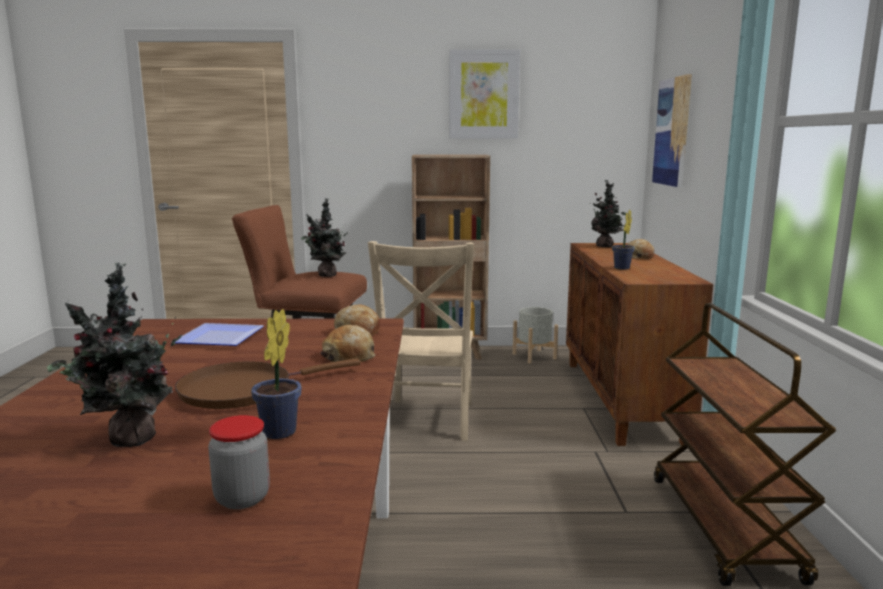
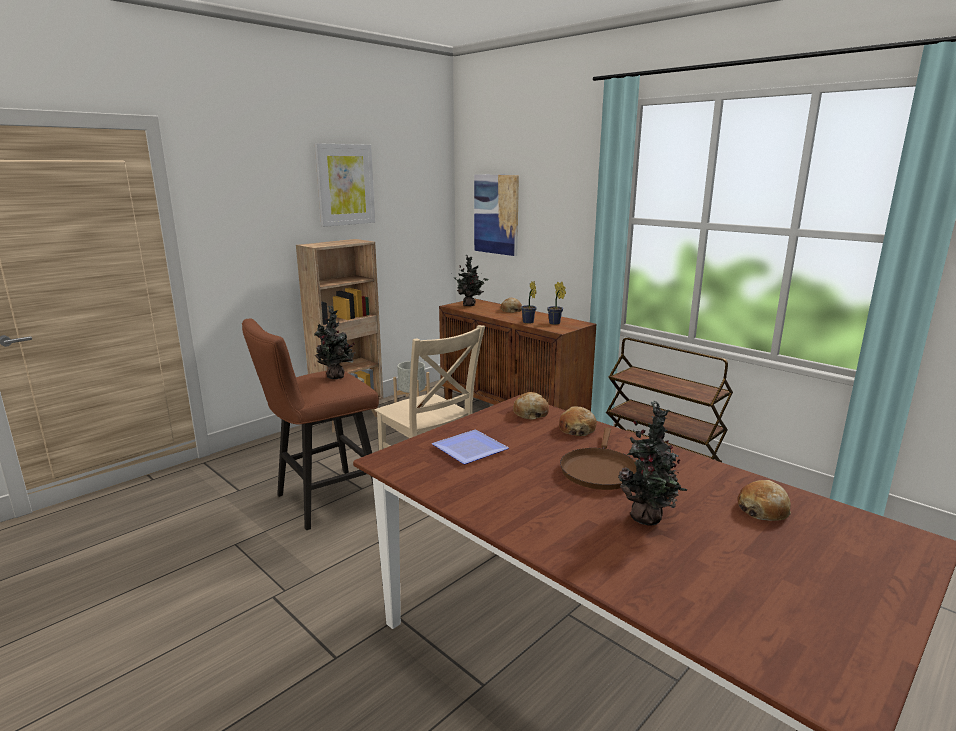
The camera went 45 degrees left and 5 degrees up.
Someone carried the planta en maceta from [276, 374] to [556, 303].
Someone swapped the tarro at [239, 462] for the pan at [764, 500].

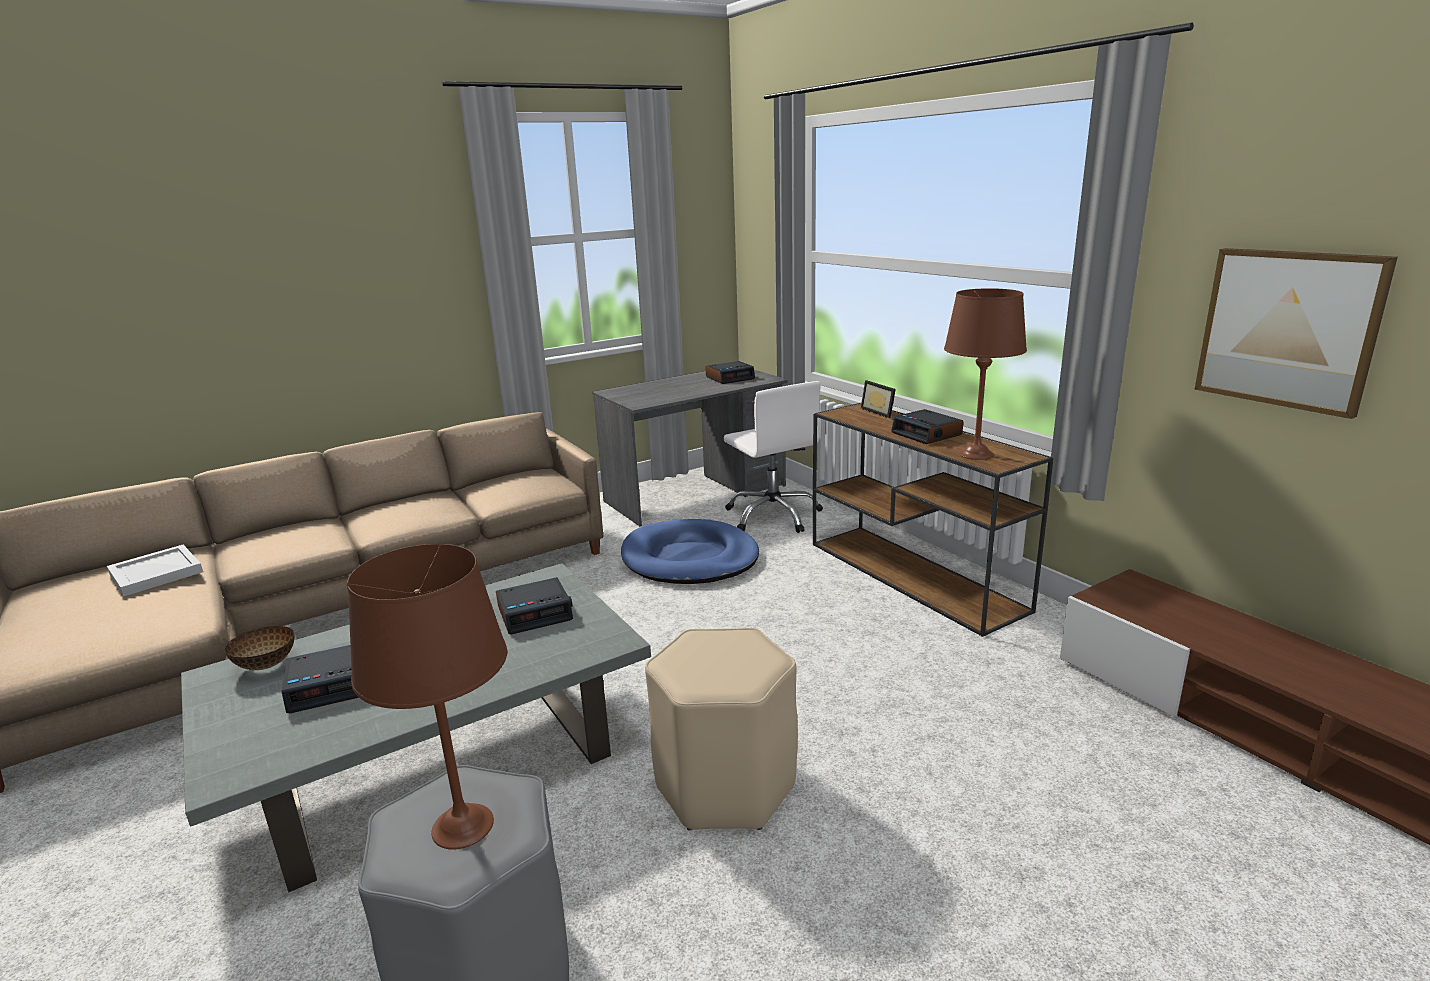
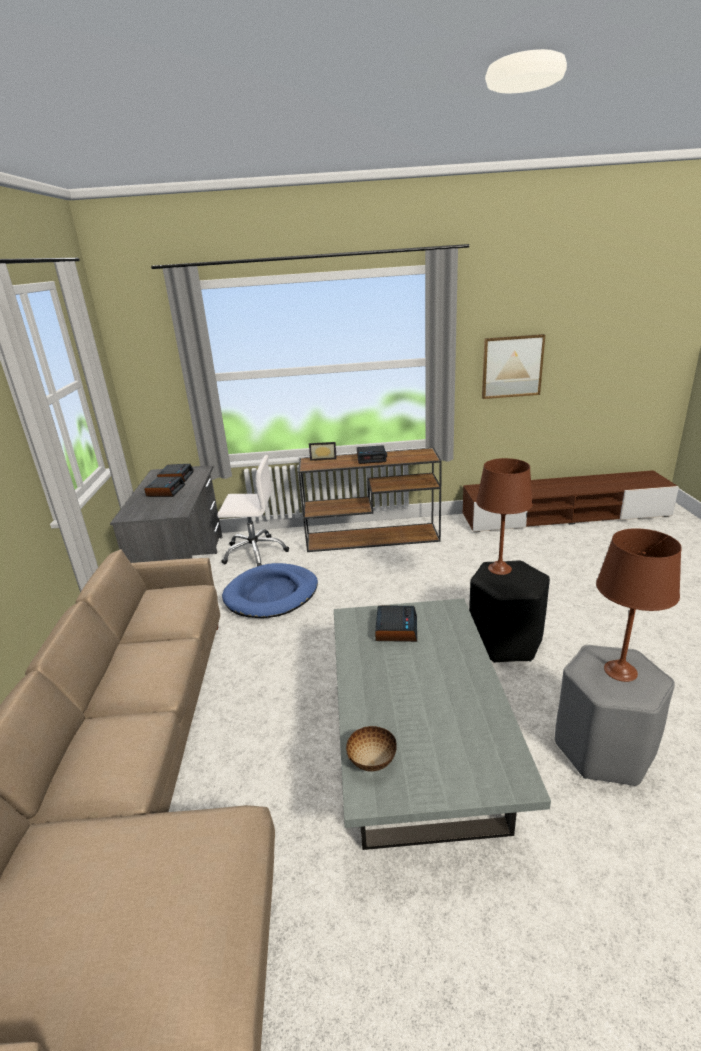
The camera went 60 degrees left and 5 degrees up.
Someone carried the despertador from [320, 679] to [164, 487].
Someone repainted the taburete (beis) at [721, 729], which became the taburete (negro) at [509, 611].
Someone carried the lámpara de mesa (marrón) from [985, 374] to [504, 516].
Someone took away the bandeja (blanco) at [155, 570].

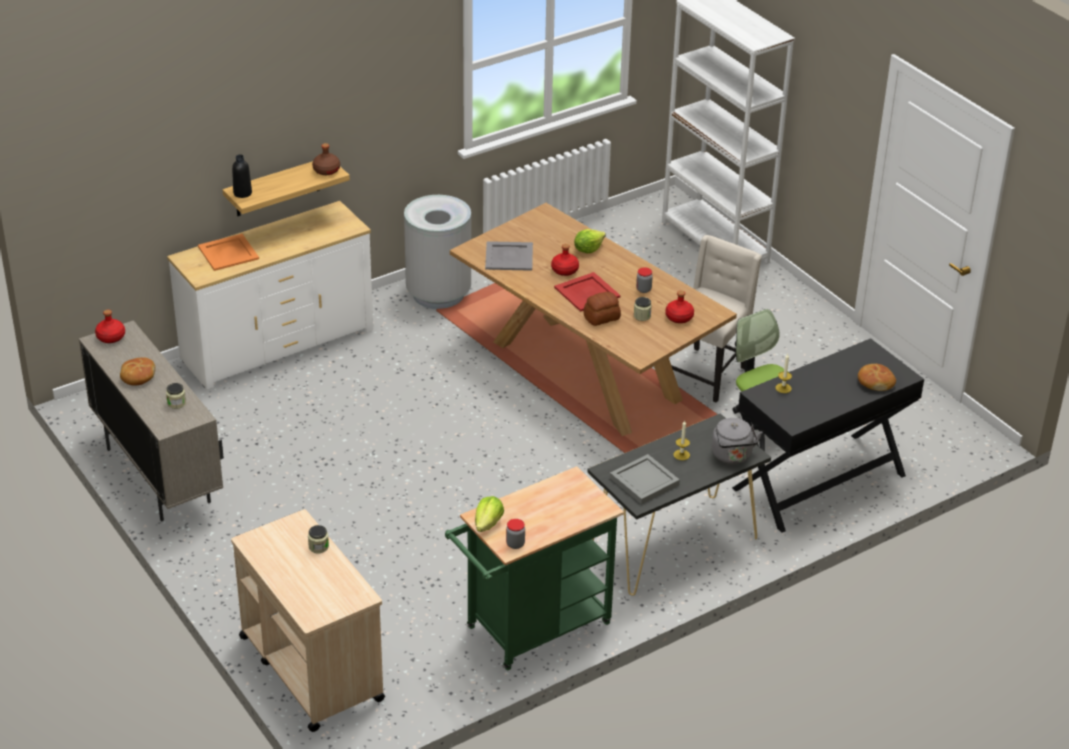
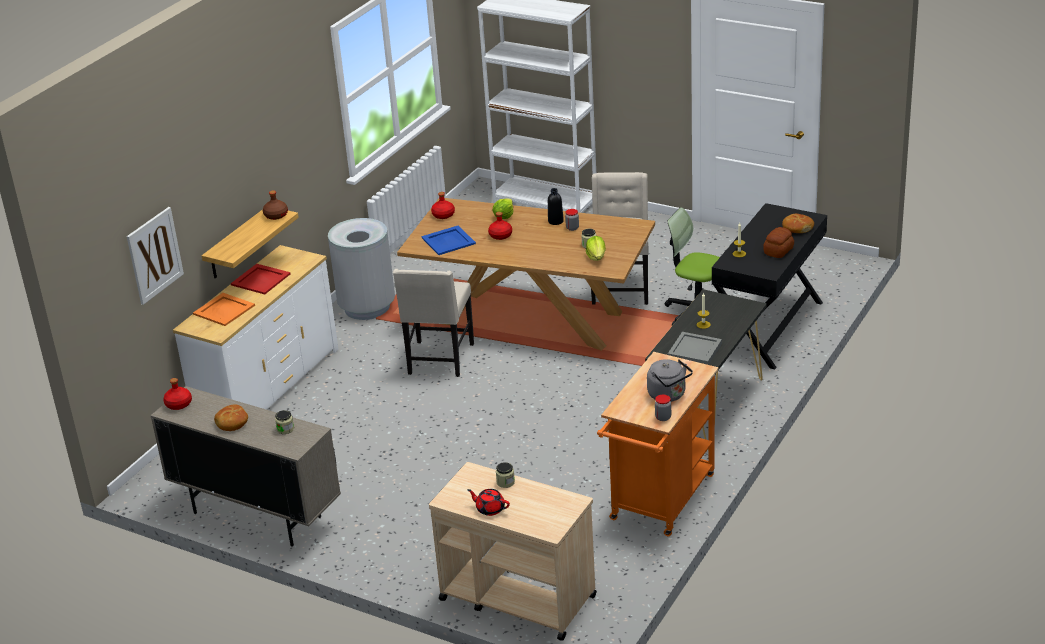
The camera went 25 degrees left and 5 degrees down.
Someone put up the cuadro at [155, 256].
Someone carried the bandeja (rojo) from [587, 292] to [261, 279].
Someone put down the silla (beis) at [433, 323].
Someone repainted the bandeja (gris) at [509, 256], which became the bandeja (azul) at [449, 240].
Someone carried the botella (rojo) from [679, 307] to [443, 205].
Someone put down the tetera (rojo) at [488, 502].
Someone carried the botella (negro) from [242, 176] to [556, 206].
Someone carried the lechuga from [489, 514] to [596, 248].
Someone repainted the carrito (verde) at [534, 568], which became the carrito (naranja) at [658, 444].
Someone carried the hervidor (gris) from [737, 441] to [670, 380].
Someone carried the pan from [602, 309] to [778, 242].

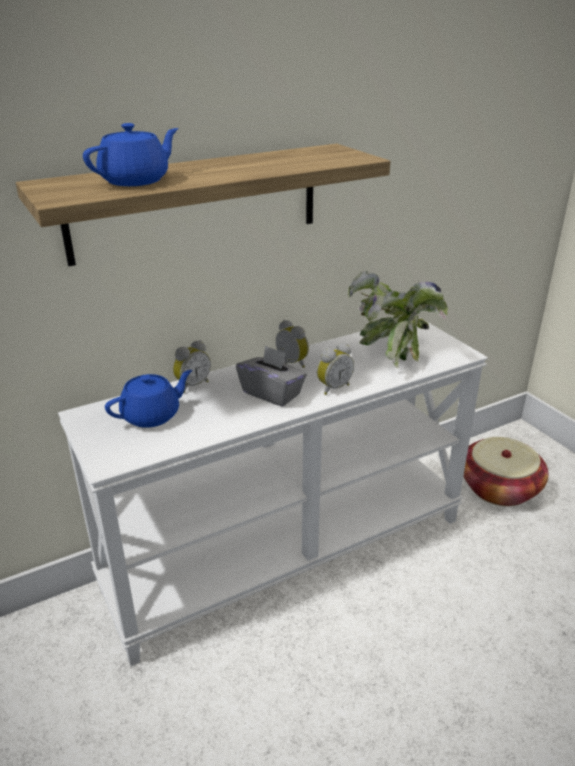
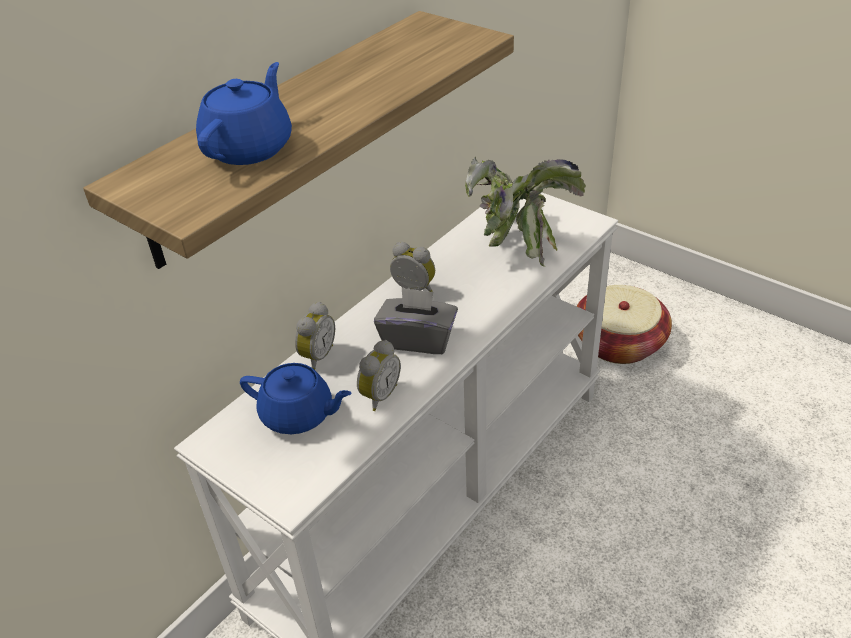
The camera went 20 degrees left and 10 degrees up.
Someone rotated the tetera (azul) at [148, 399] by 75 degrees clockwise.
Someone carried the despertador from [335, 369] to [379, 375].

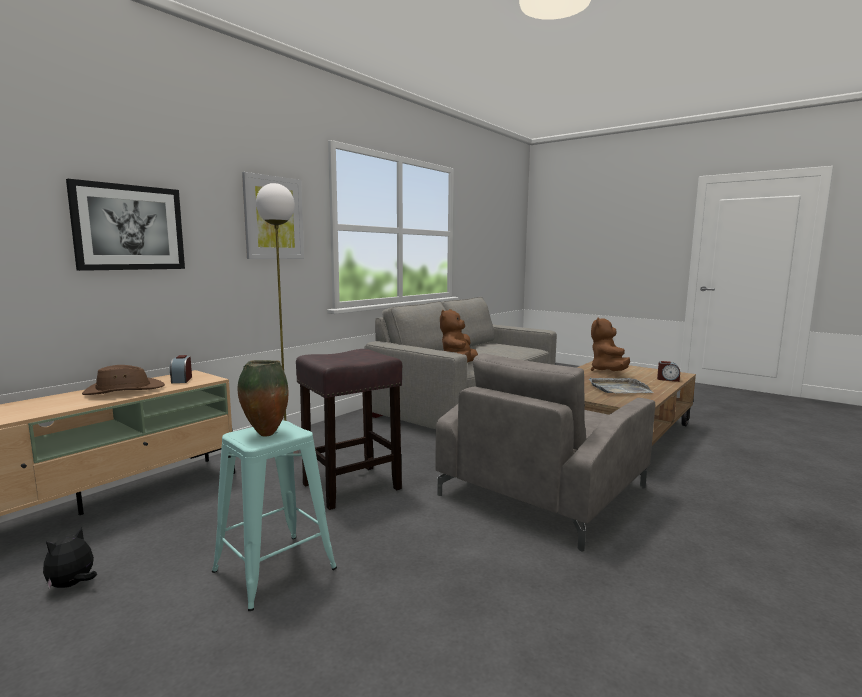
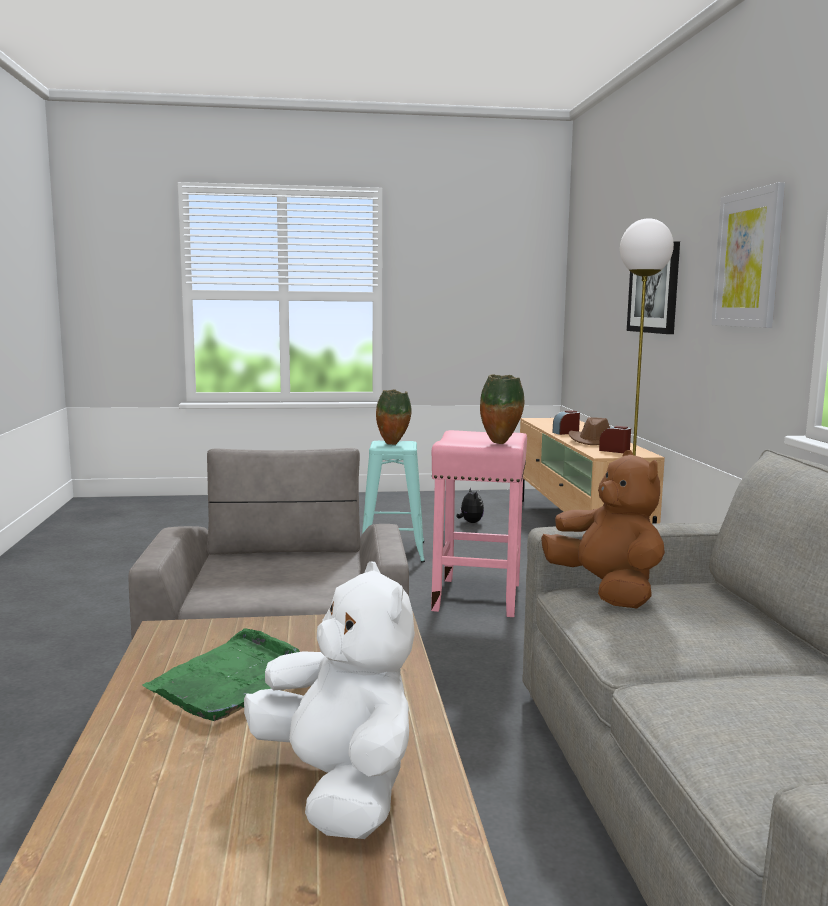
The camera went 135 degrees right and 0 degrees up.
Someone repainted the bandeja (gris) at [621, 385], which became the bandeja (verde) at [221, 674].
Someone repainted the peluche (marrón) at [610, 344], which became the peluche (blanco) at [329, 700].
Someone repainted the taburete (marrón) at [349, 429], which became the taburete (rosa) at [479, 523].
Someone put down the florero at [502, 409].
Someone carried the despertador from [668, 371] to [566, 422].

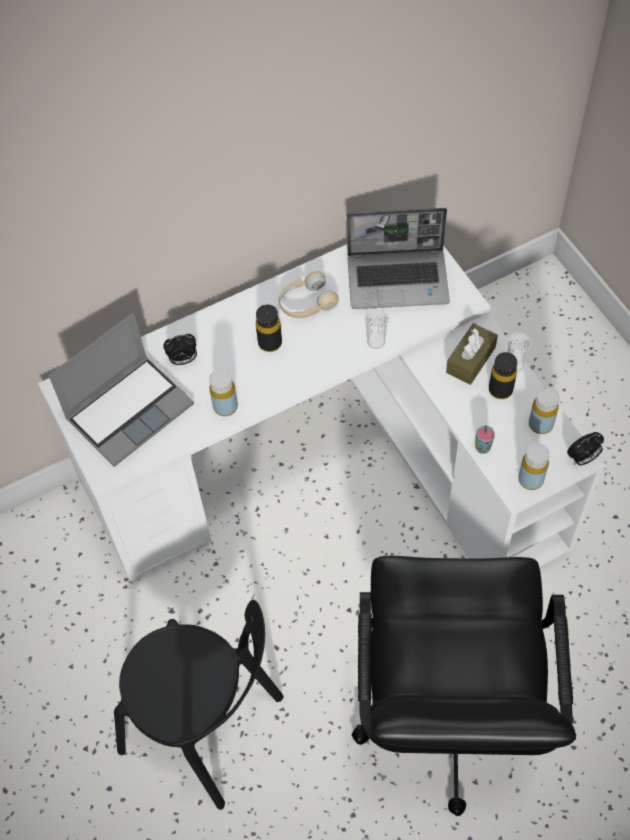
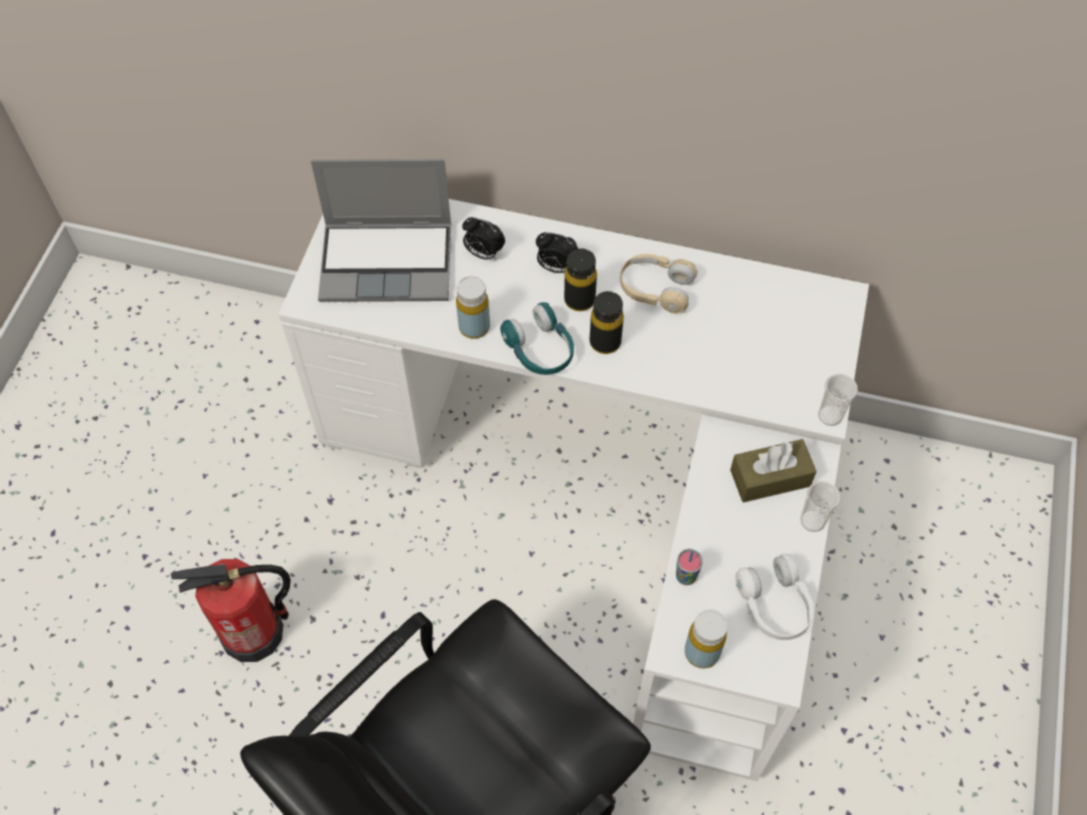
The camera went 40 degrees right and 0 degrees up.
Someone swapped the silla (negro) at [199, 705] for the extintor at [231, 610].
Someone put down the auriculares (turquesa) at [537, 338].
Someone carried the despertador from [585, 449] to [557, 252].
Someone carried the botella (negro) from [503, 375] to [607, 322].
Someone swapped the botella (amarillo) at [544, 410] for the auriculares (blanco) at [774, 597].
Someone carried the taza from [377, 329] to [838, 400].
Someone took away the portátil at [398, 258].

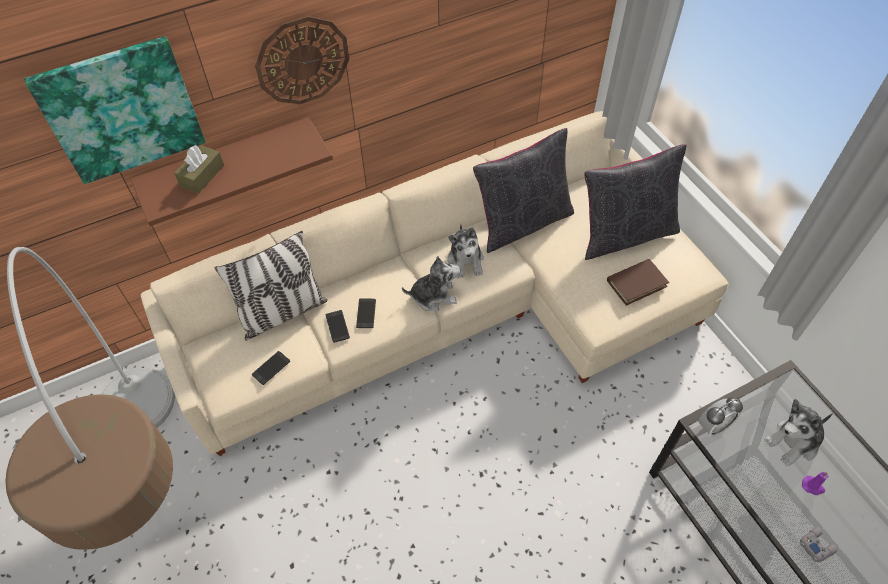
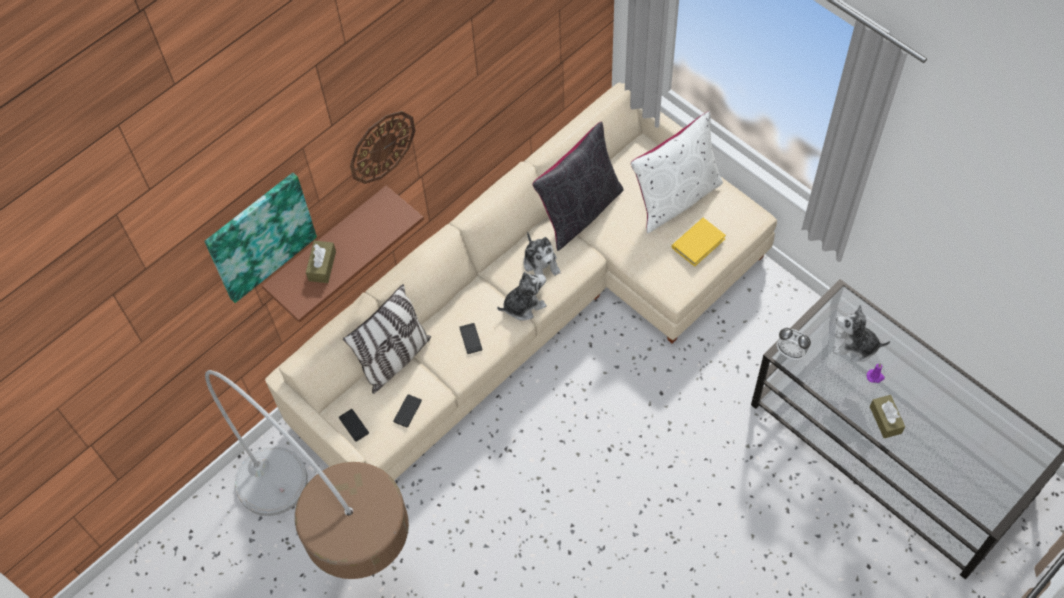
The camera went 15 degrees left and 5 degrees up.
Someone carried the móvil from [337, 326] to [354, 425].
Someone repainted the cojín (negro) at [635, 202], which became the cojín (blanco) at [677, 172].
Someone repainted the libro (marrón) at [638, 282], which became the libro (amarillo) at [699, 242].
Someone rotated the despertador at [720, 417] by 75 degrees clockwise.
Someone rotated the peluche at [799, 432] by 60 degrees clockwise.
Someone swapped the mando de consola (gris) at [819, 544] for the caja de pañuelos (marrón) at [887, 416].

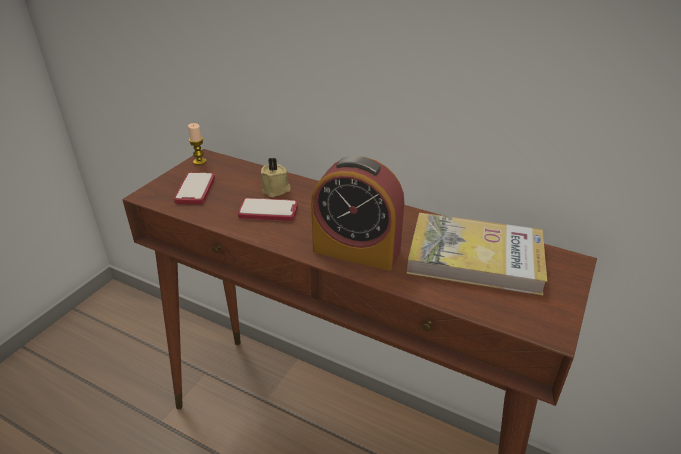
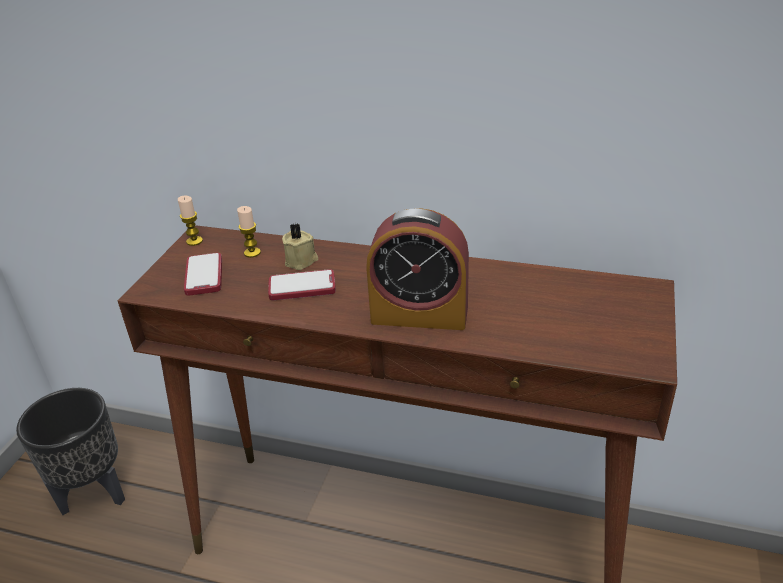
The camera went 10 degrees left and 0 degrees up.
Someone put down the maceta (negro) at [70, 451].
Someone put down the vela at [249, 232].
Someone took away the libro at [477, 254].

